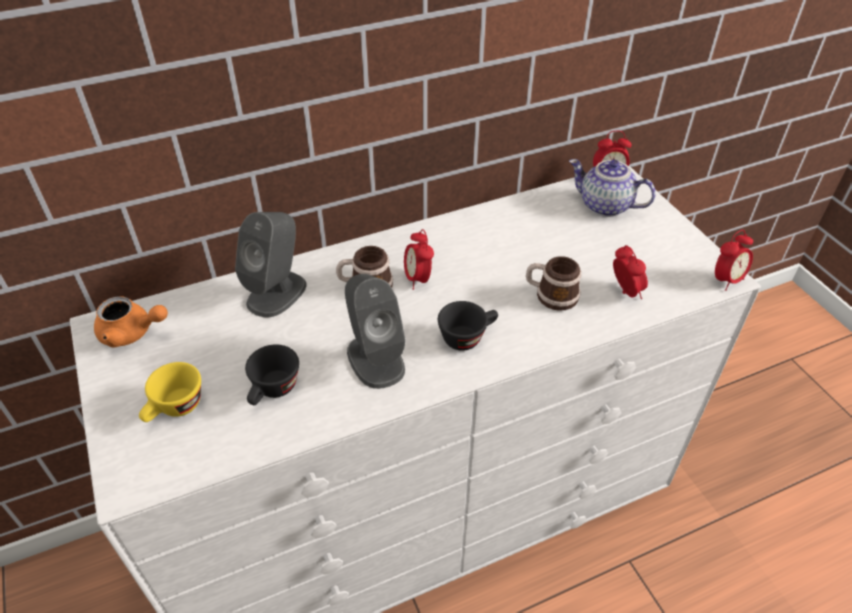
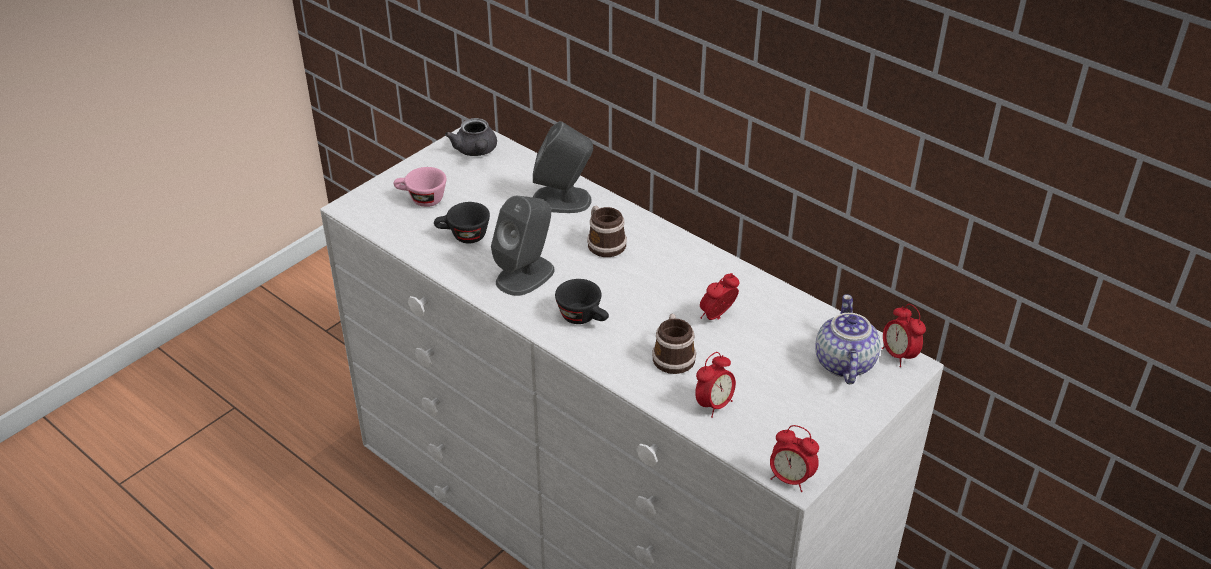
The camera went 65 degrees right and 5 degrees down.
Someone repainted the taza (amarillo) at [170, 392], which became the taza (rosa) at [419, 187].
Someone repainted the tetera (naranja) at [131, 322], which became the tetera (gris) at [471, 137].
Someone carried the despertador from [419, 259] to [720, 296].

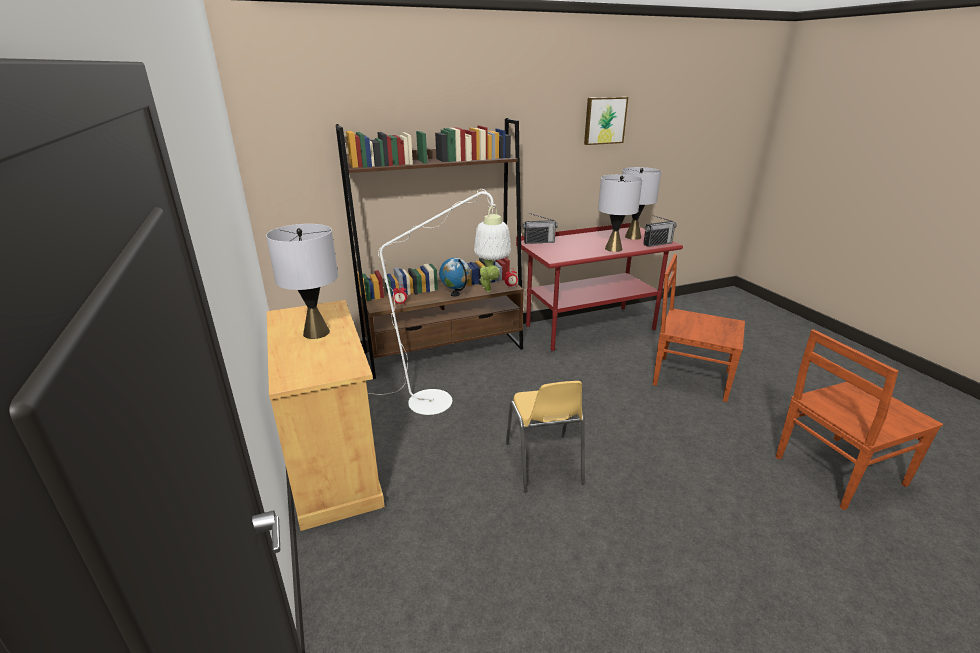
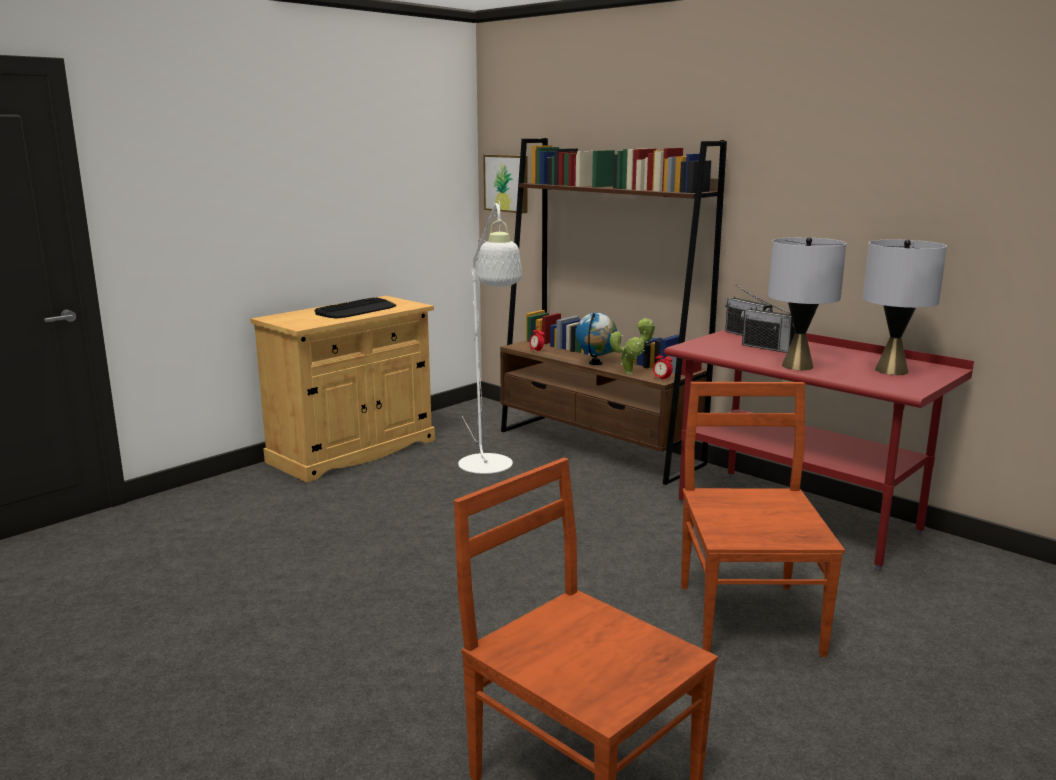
The camera went 65 degrees right and 10 degrees down.
Someone swapped the lámpara de mesa (gris) at [302, 281] for the teclado at [355, 308].
Someone carried the cuadro from [606, 121] to [505, 184].
Someone carried the radio from [660, 231] to [768, 324].
Someone took away the silla (amarillo) at [545, 436].

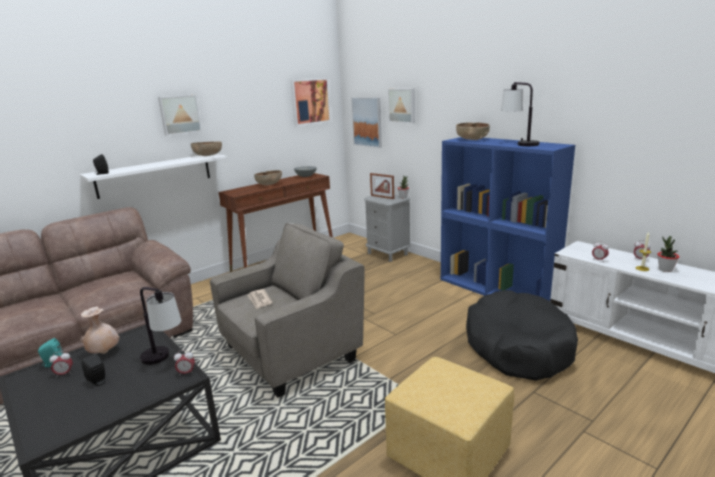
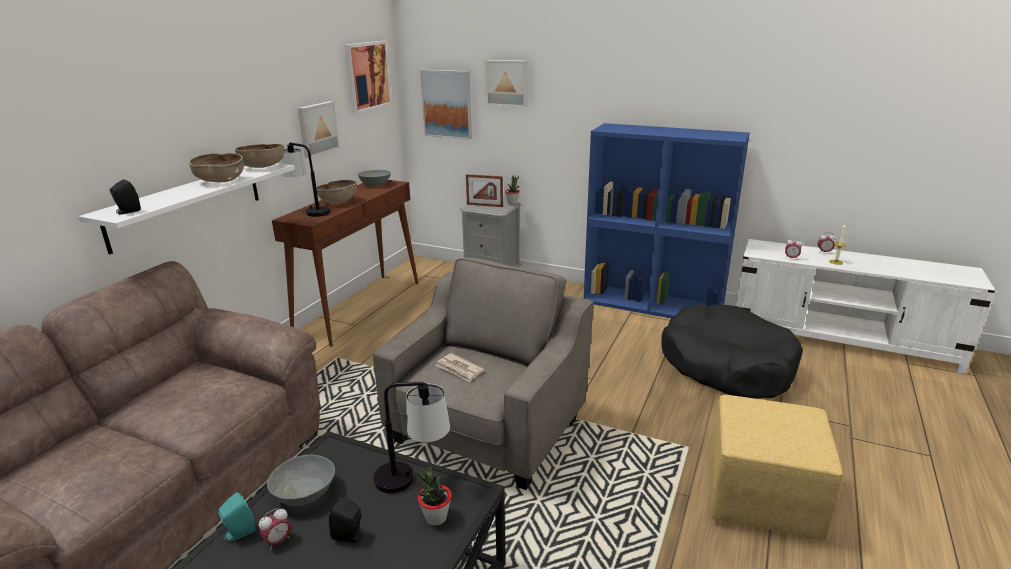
The camera went 25 degrees left and 5 degrees up.
Someone carried the cuenco (marrón) from [473, 131] to [216, 167].
Someone swapped the florero (beis) at [100, 330] for the cuenco (gris) at [301, 480].
Someone carried the lámpara de mesa from [520, 114] to [305, 180].
Someone carried the cuadro from [180, 115] to [318, 129].
Someone carried the planta en maceta from [668, 254] to [434, 496].
Someone took away the despertador at [184, 363].

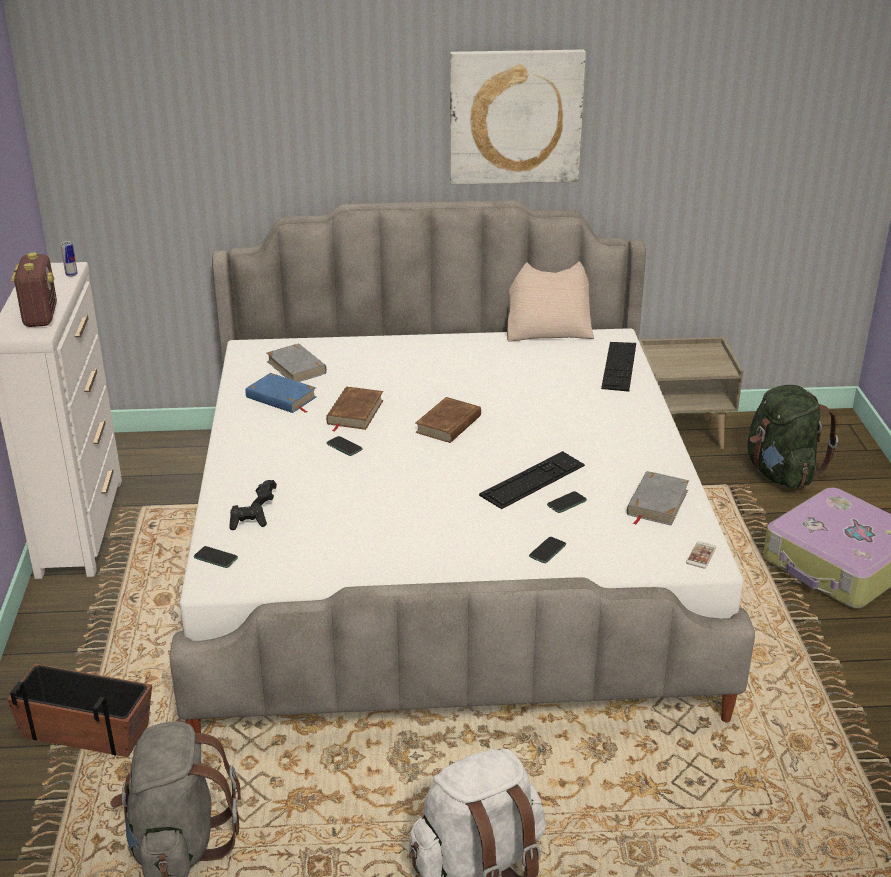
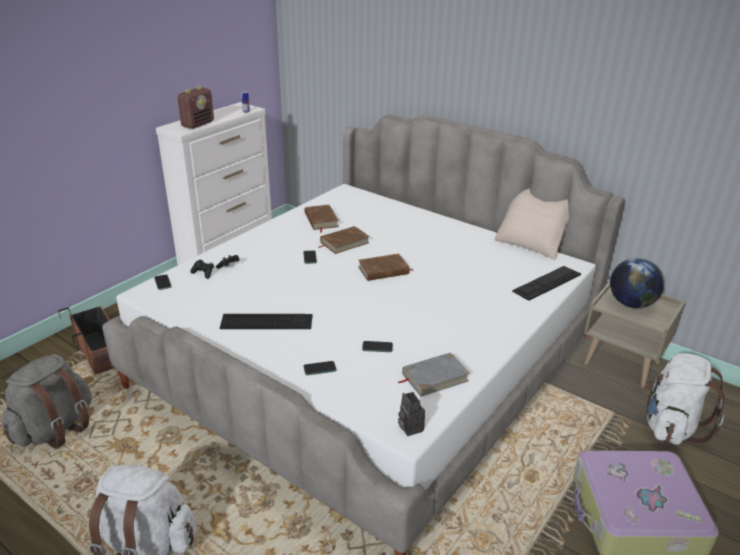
The camera went 40 degrees right and 0 degrees up.
Someone carried the teclado from [532, 480] to [265, 321].
Someone repainted the libro (azul) at [280, 393], which became the libro (marrón) at [322, 219].
Someone swapped the móvil at [701, 554] for the cámara at [411, 414].
Someone put down the globo terráqueo at [637, 283].
Someone repainted the mochila (verde) at [792, 436], which became the mochila (blanco) at [684, 399].
Someone took away the libro (gris) at [297, 362].
Someone took away the cuadro at [518, 117].

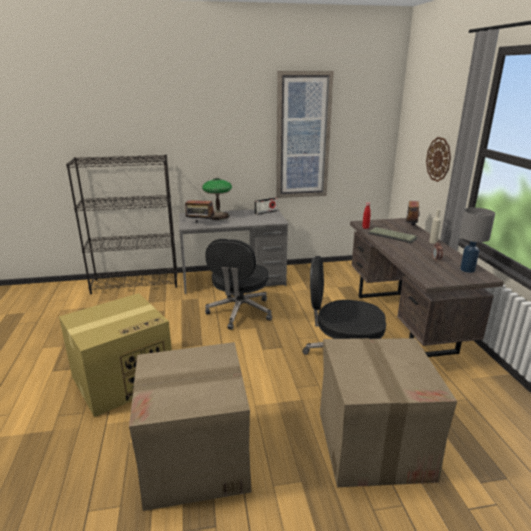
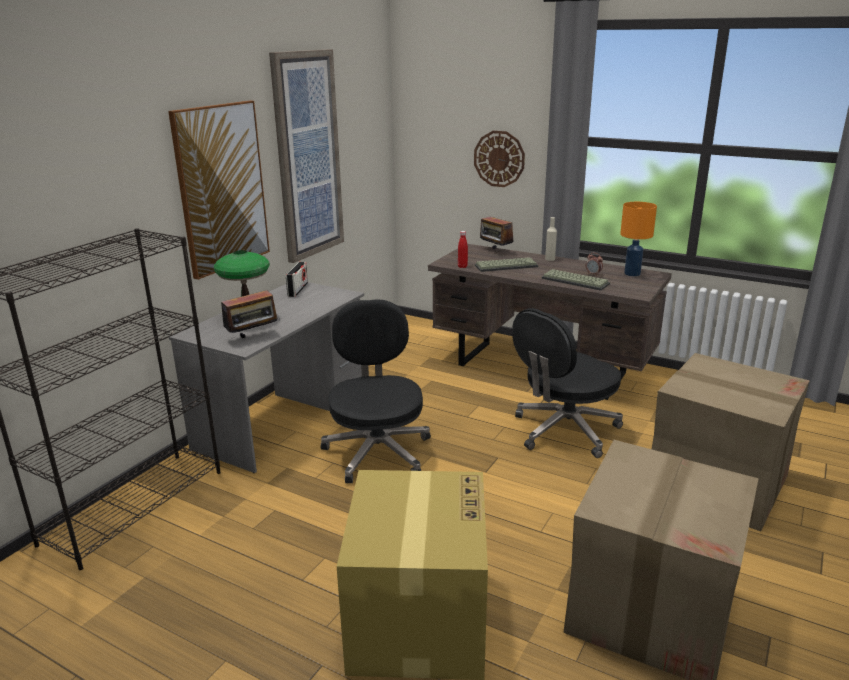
The camera went 50 degrees left and 0 degrees up.
Someone put up the cuadro at [219, 190].
Someone rotated the silla de oficina (negro) at [238, 284] by 150 degrees counterclockwise.
Someone put down the teclado at [576, 280].
Someone repainted the lámpara de mesa (gris) at [477, 240], which became the lámpara de mesa (naranja) at [638, 239].

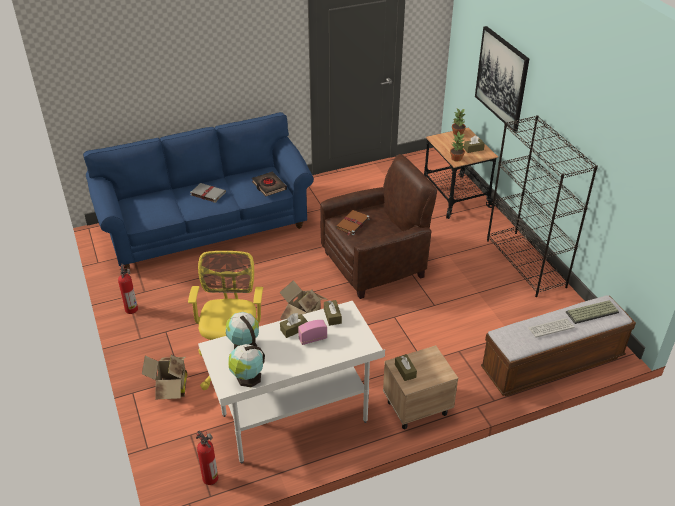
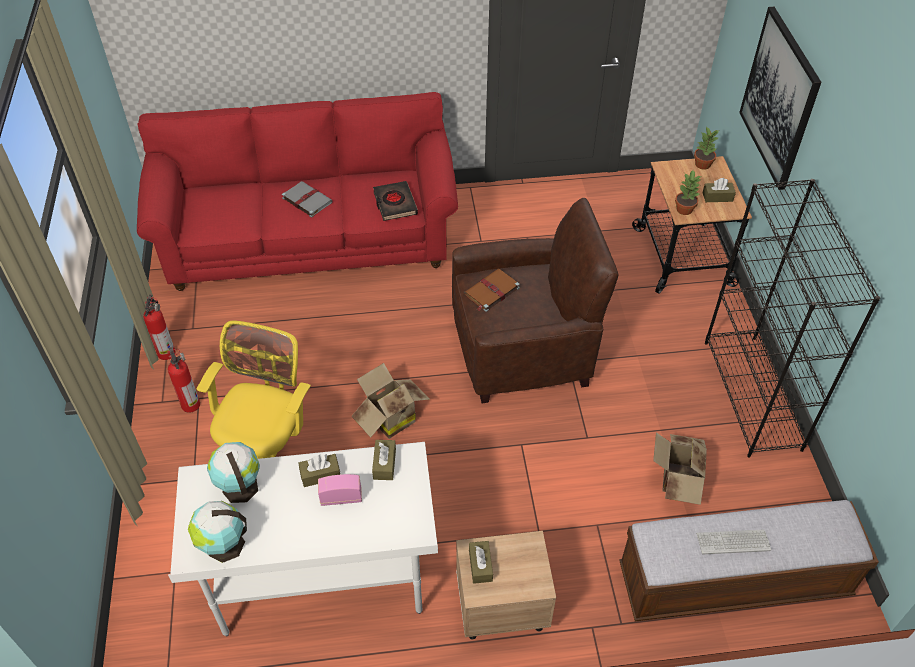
The camera went 15 degrees right and 10 degrees up.
Someone repainted the sofá (azul) at [198, 191], which became the sofá (rojo) at [297, 191].
Someone carried the extintor from [207, 457] to [183, 380].
Someone carried the caja de cartón from [165, 377] to [680, 468].
Someone took away the teclado at [592, 312].

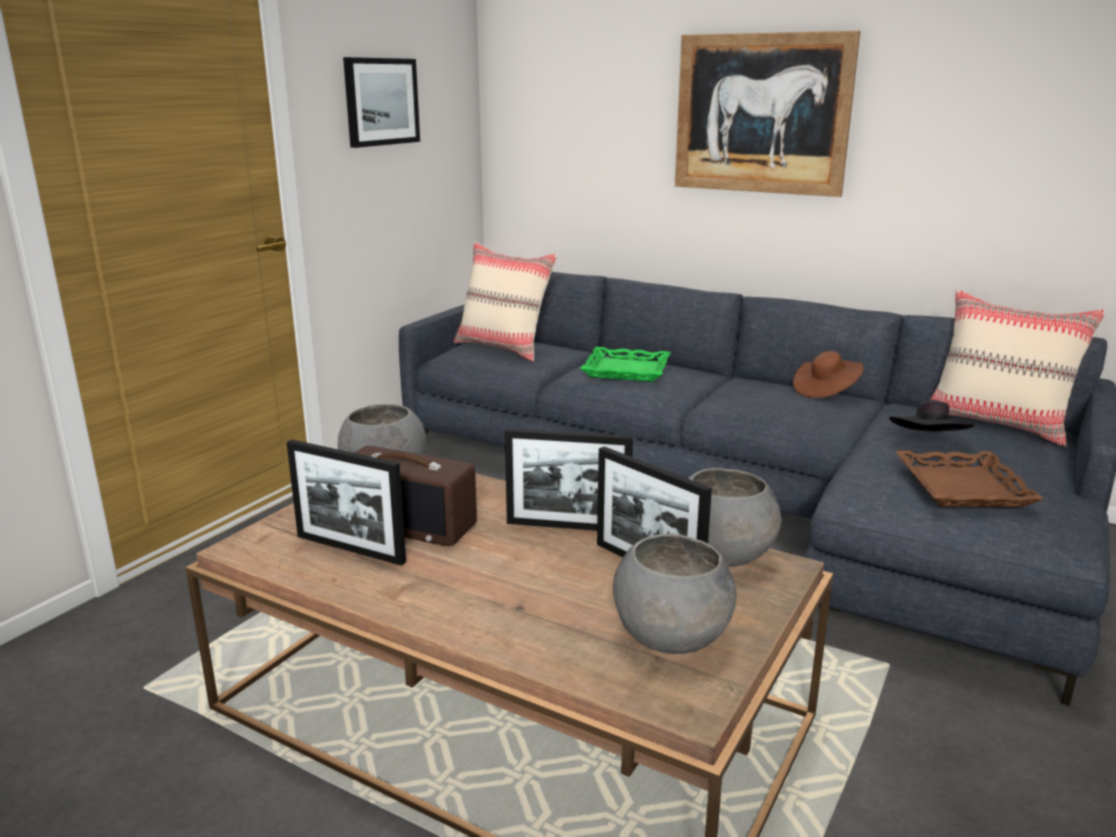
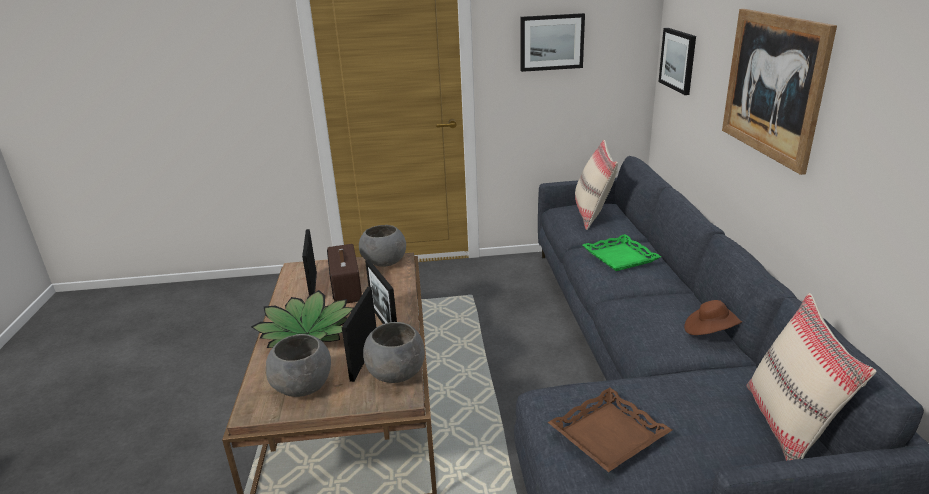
The camera went 55 degrees right and 5 degrees up.
Someone put down the planta en maceta at [302, 319].
Someone put up the cuadro at [677, 61].
Someone took away the sombrero (negro) at [931, 416].

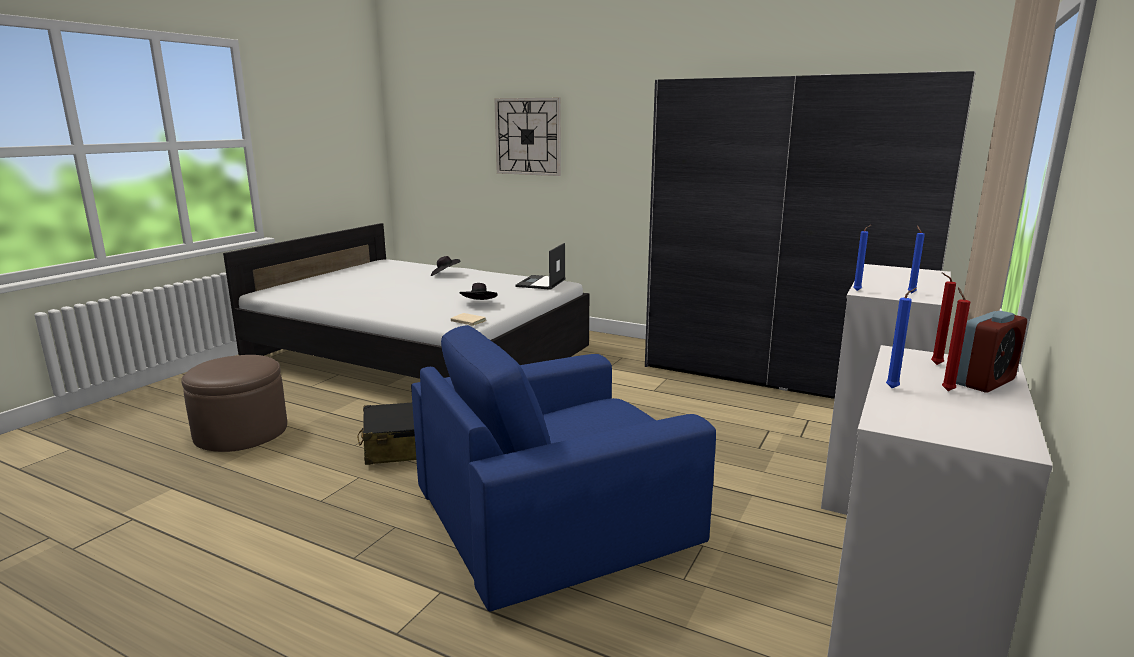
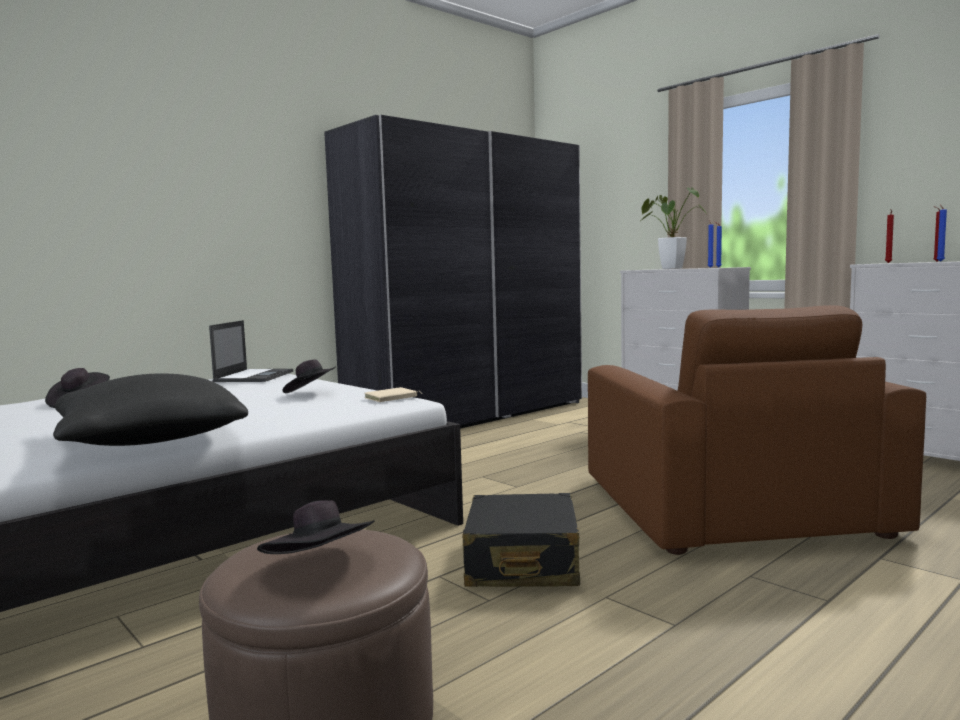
The camera went 70 degrees left and 10 degrees down.
Someone put down the cojín (negro) at [150, 410].
Someone rotated the portátil at [540, 266] by 120 degrees counterclockwise.
Someone put down the sombrero (negro) at [316, 527].
Someone repainted the sillón (azul) at [563, 468], which became the sillón (marrón) at [757, 430].
Someone put down the planta en maceta at [673, 228].
Someone took away the reloj de pared at [527, 137].
Someone took away the despertador at [991, 352].

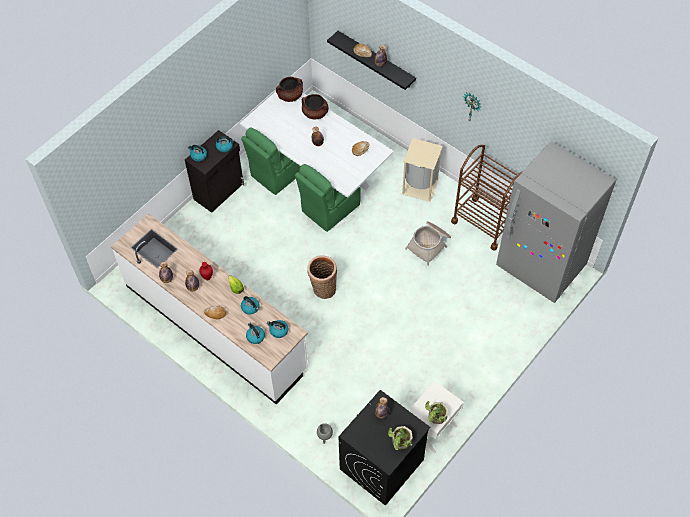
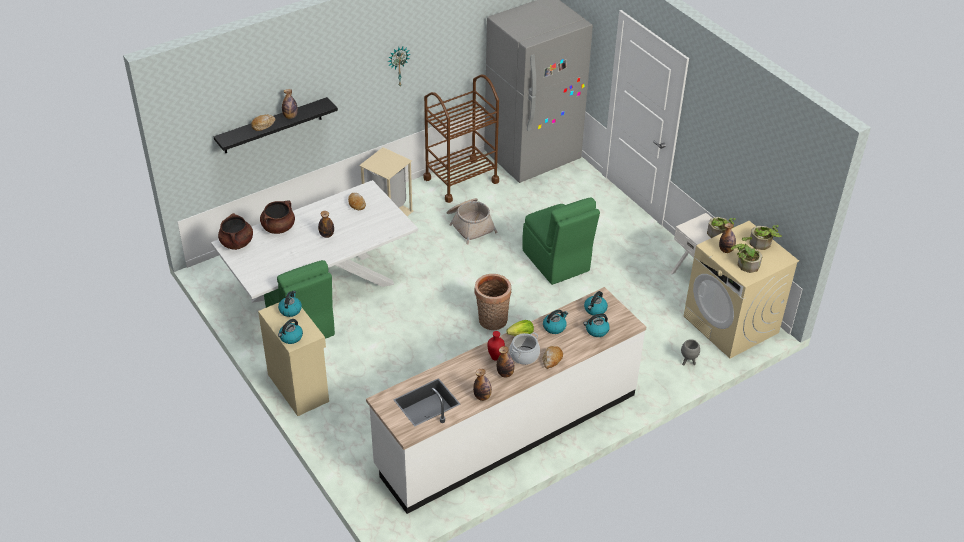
The camera went 75 degrees left and 15 degrees down.
Someone repainted the armario (negro) at [214, 171], which became the armario (beis) at [293, 359].
Someone put down the olla at [524, 349].
Someone carried the silla (verde) from [328, 198] to [561, 241].
Someone repainted the lavadora (negro) at [384, 448], which became the lavadora (beis) at [741, 290].
Someone put down the planta en maceta at [747, 255].

